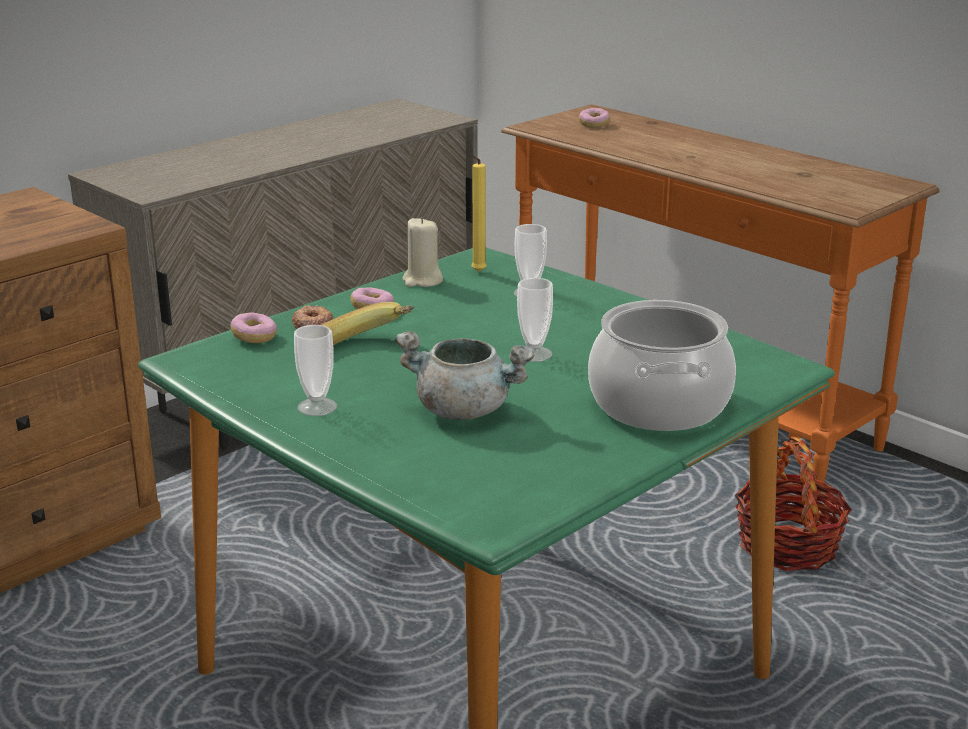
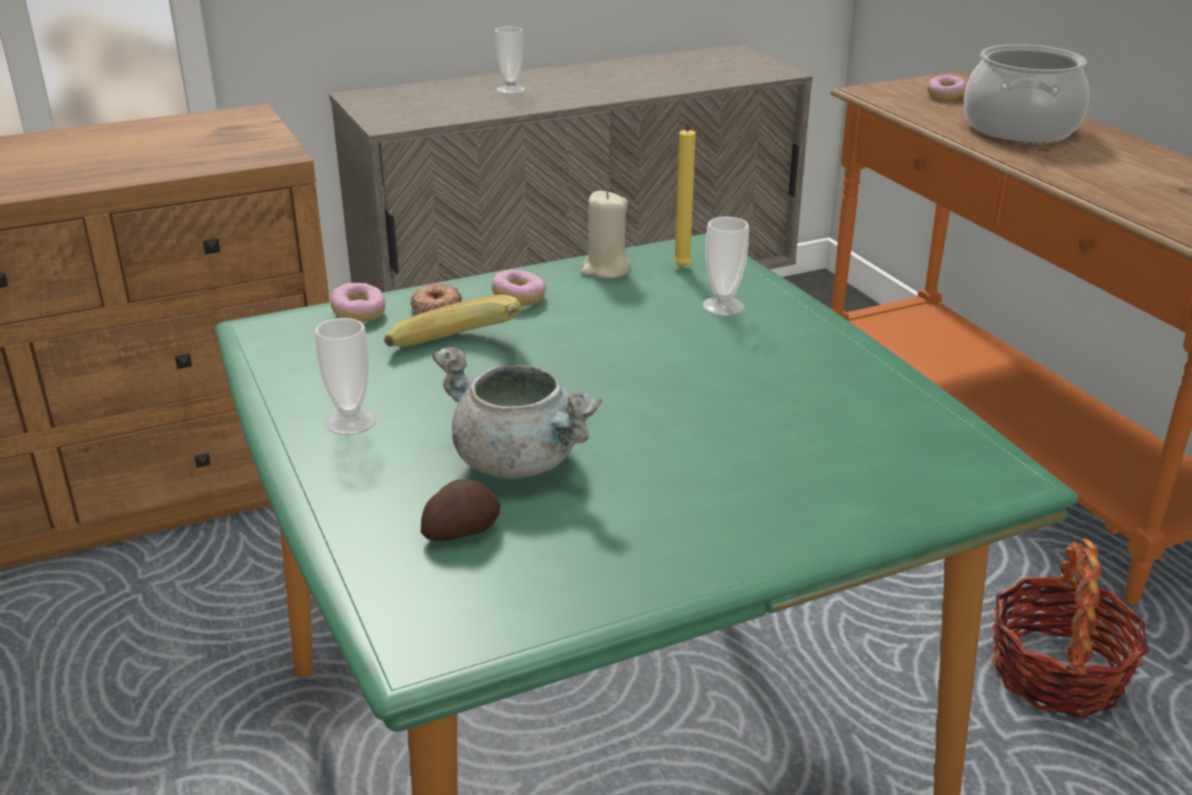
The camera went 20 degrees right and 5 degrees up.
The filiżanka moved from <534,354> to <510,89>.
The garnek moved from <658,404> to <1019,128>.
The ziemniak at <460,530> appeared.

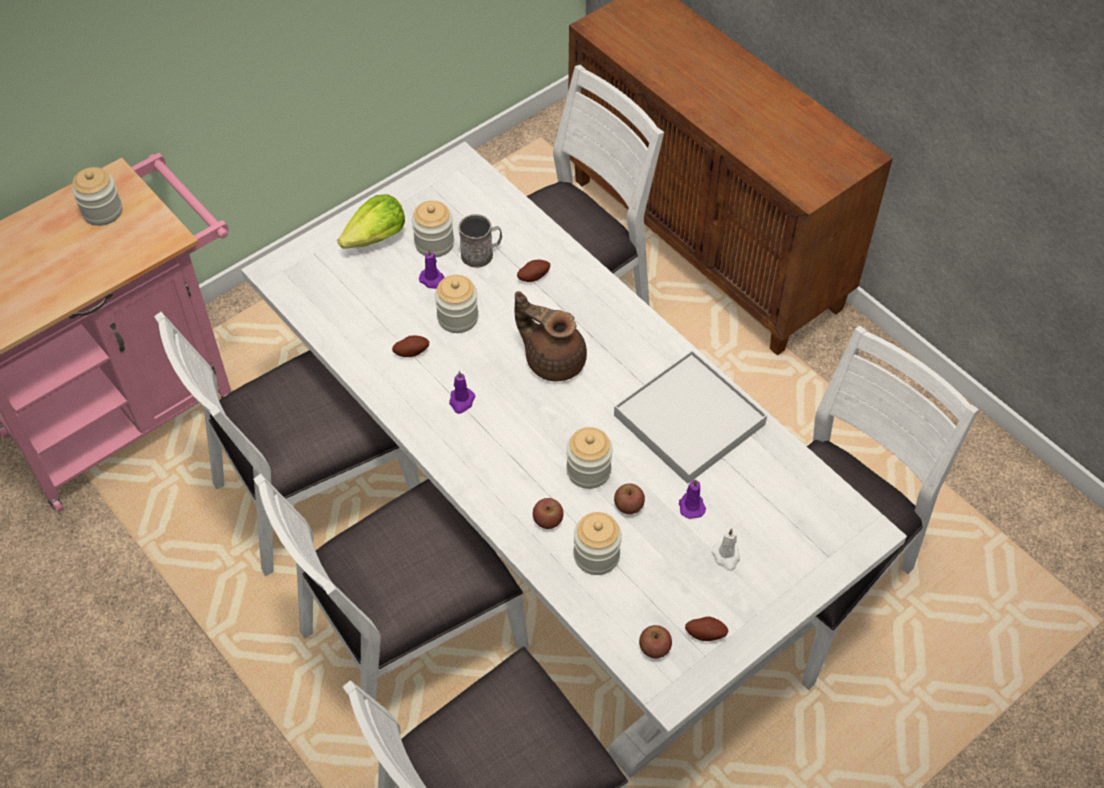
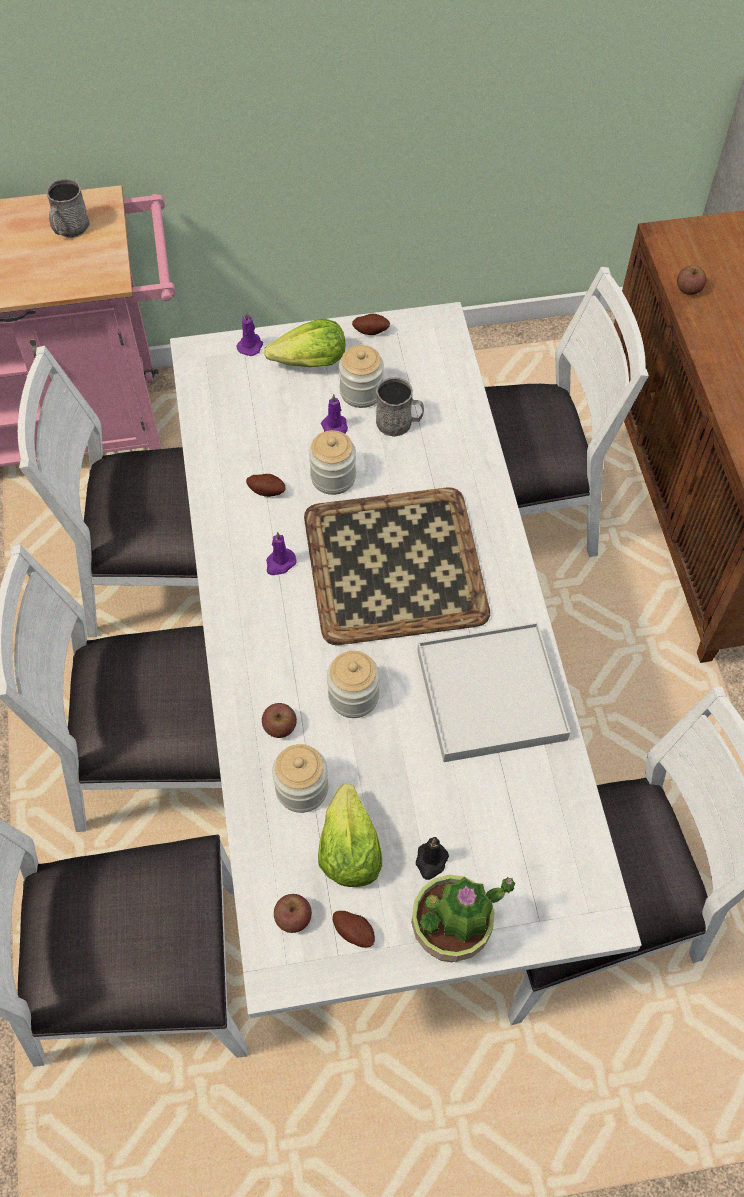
The camera went 30 degrees right and 5 degrees up.
The słoik at <102,211> was replaced by the kubek (szary) at <70,229>.
The imbryk (brązowy) at <553,359> was replaced by the taca at <396,563>.
The ziemniak moved from <533,276> to <371,330>.
The jabłko moved from <628,505> to <688,289>.
The świeca (fioletowy) moved from <691,505> to <250,345>.
The świeca (biały) at <726,556> became the świeca (czarny) at <431,861>.
The sałata at <348,849> appeared.
The roślina doniczkowa at <451,933> appeared.

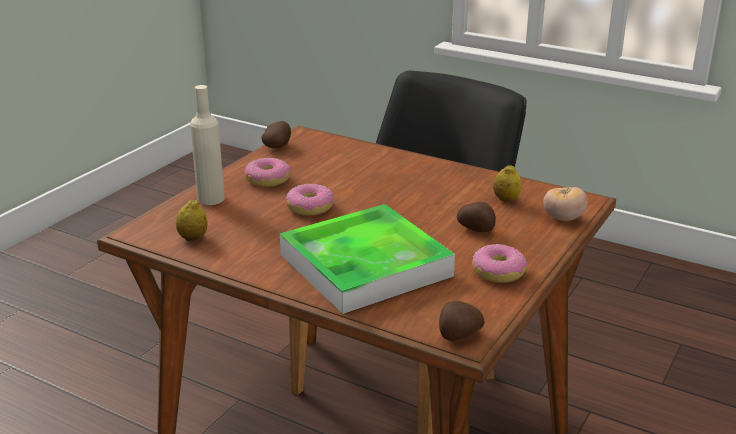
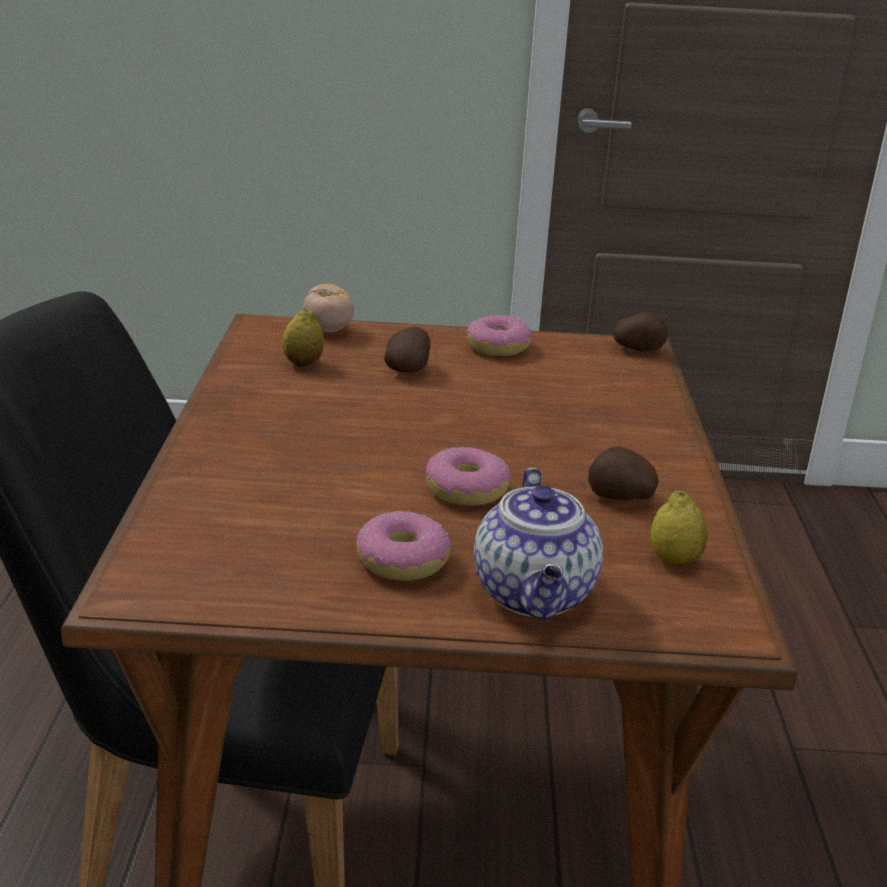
The camera went 120 degrees left and 0 degrees up.
The butelka (beżowy) at <211,199> was replaced by the imbryk at <535,595>.
The ziemniak moved from <278,146> to <620,497>.
The taca at <365,265> disappeared.

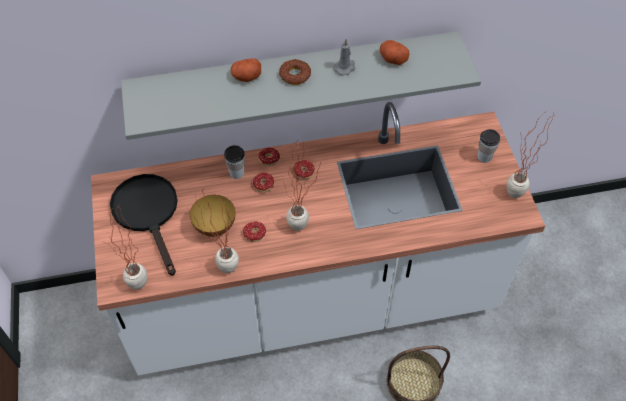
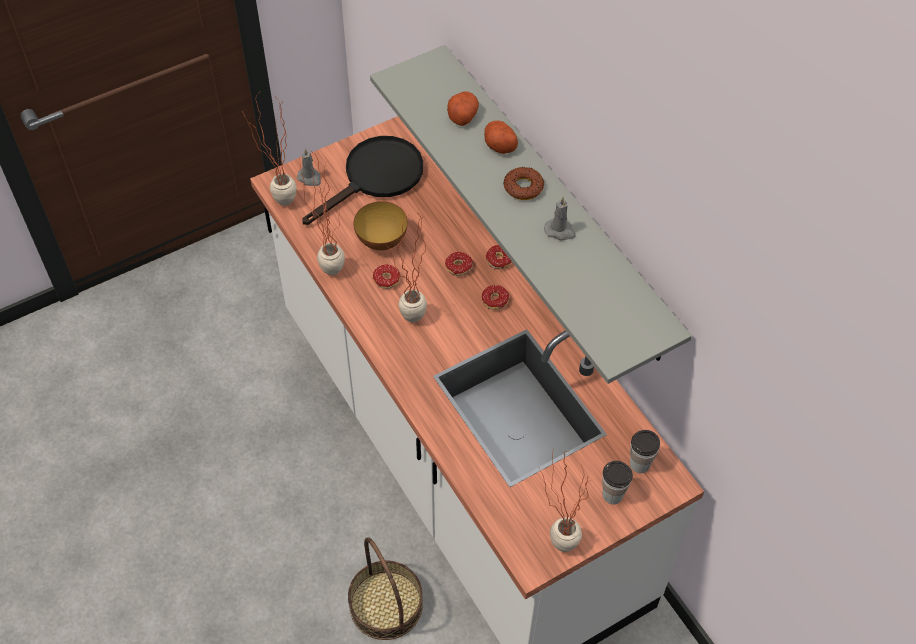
The camera went 70 degrees right and 0 degrees up.
The filiżanka moved from <236,173> to <639,464>.
The ziemniak moved from <392,59> to <462,115>.
The świeca (szary) at <310,178> appeared.

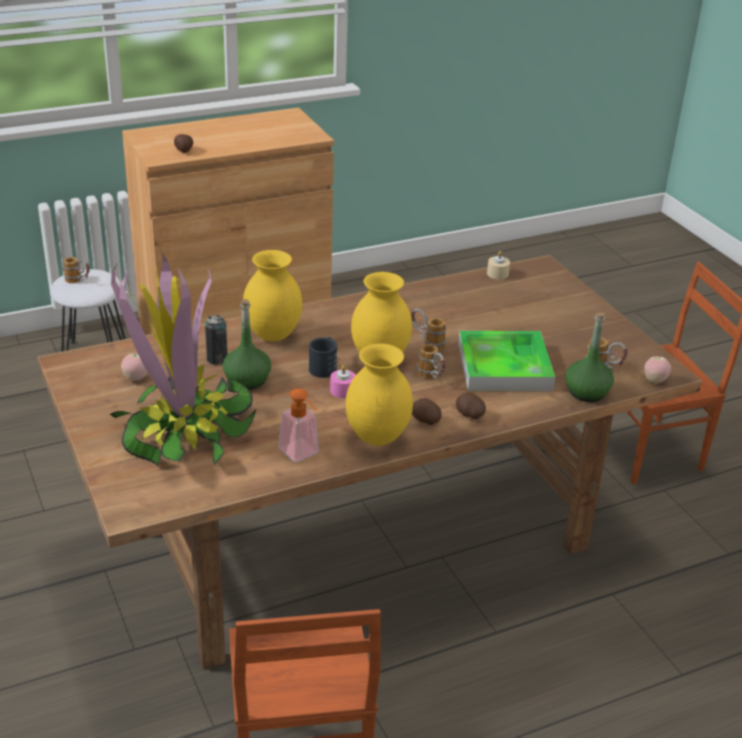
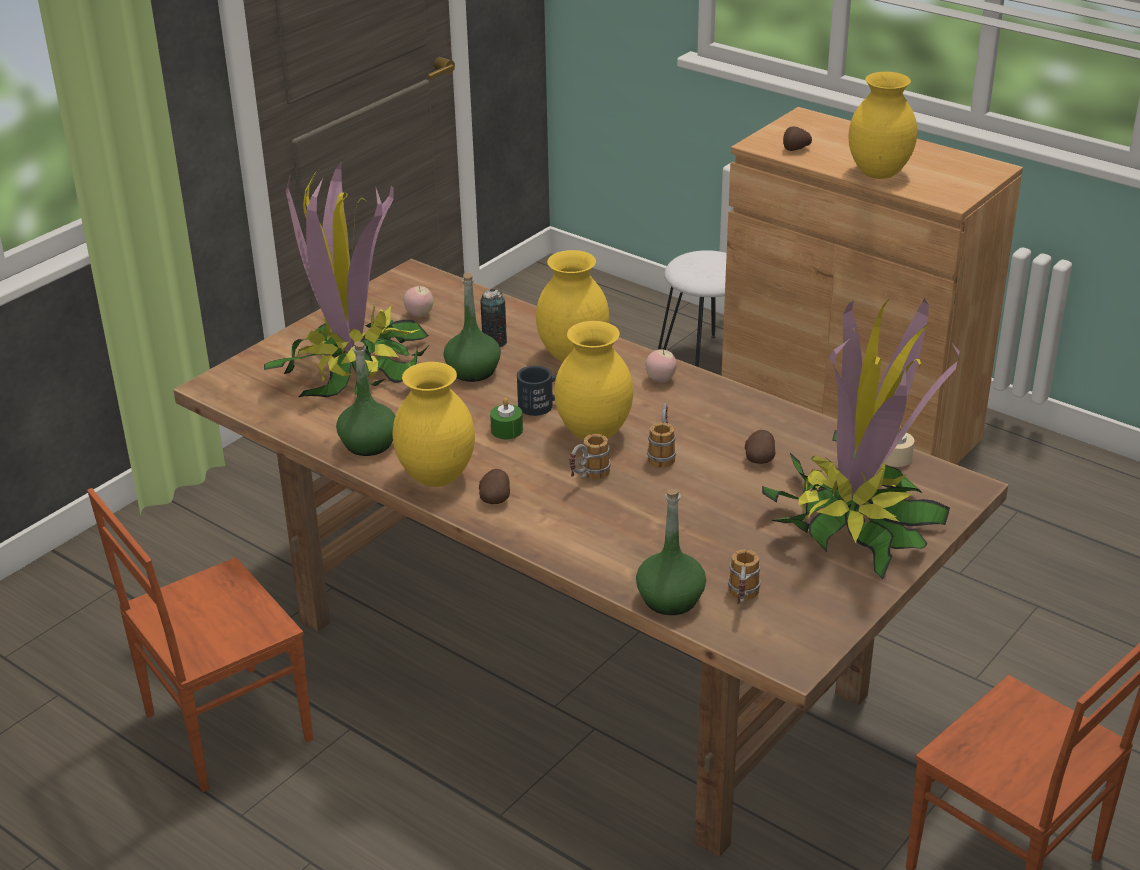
The camera went 65 degrees right and 0 degrees up.
The kubek at <79,281> disappeared.
The dozownik mydła at <302,454> was replaced by the butelka (zielony) at <369,443>.
The świeca (różowy) at <342,390> became the świeca (zielony) at <507,430>.
The ziemniak moved from <469,415> to <759,458>.
The taca at <504,367> disappeared.
The jabłko moved from <655,381> to <660,380>.
The roślina doniczkowa at <853,521> appeared.
The wazon (żółty) at <877,174> appeared.

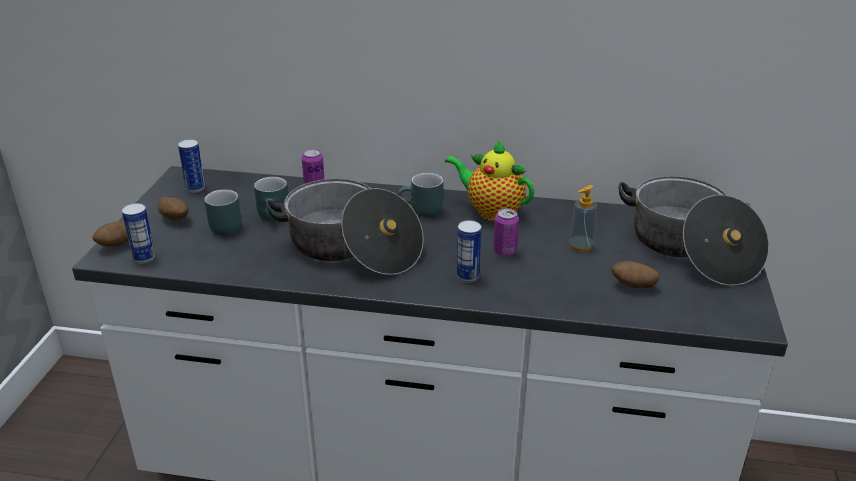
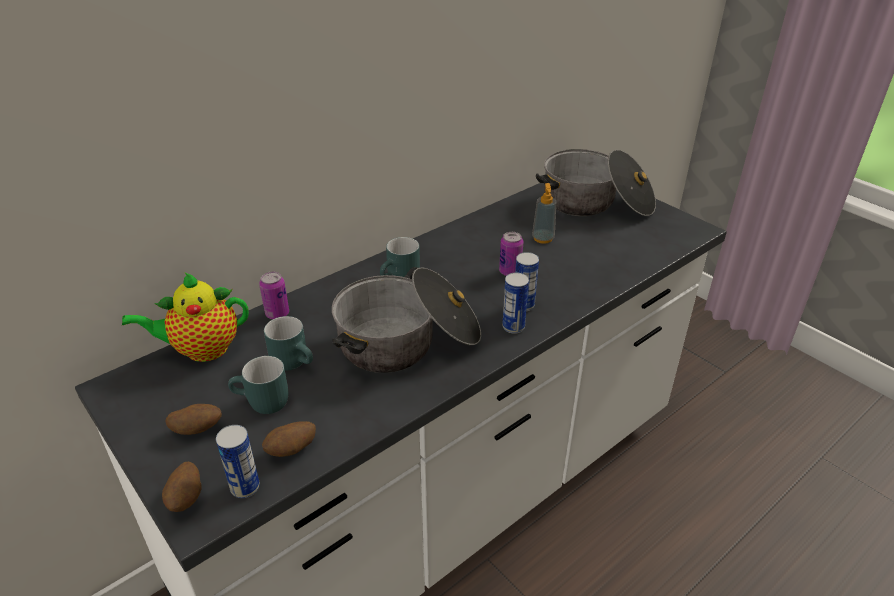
The camera went 50 degrees left and 5 degrees up.
The puszka moved from <195,188> to <513,327>.
The imbryk moved from <491,211> to <202,350>.
The ziemniak moved from <633,286> to <292,450>.

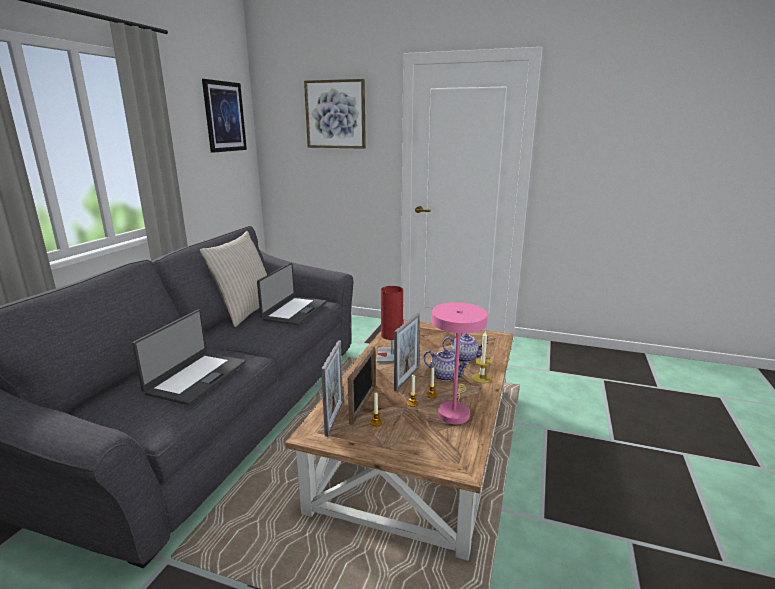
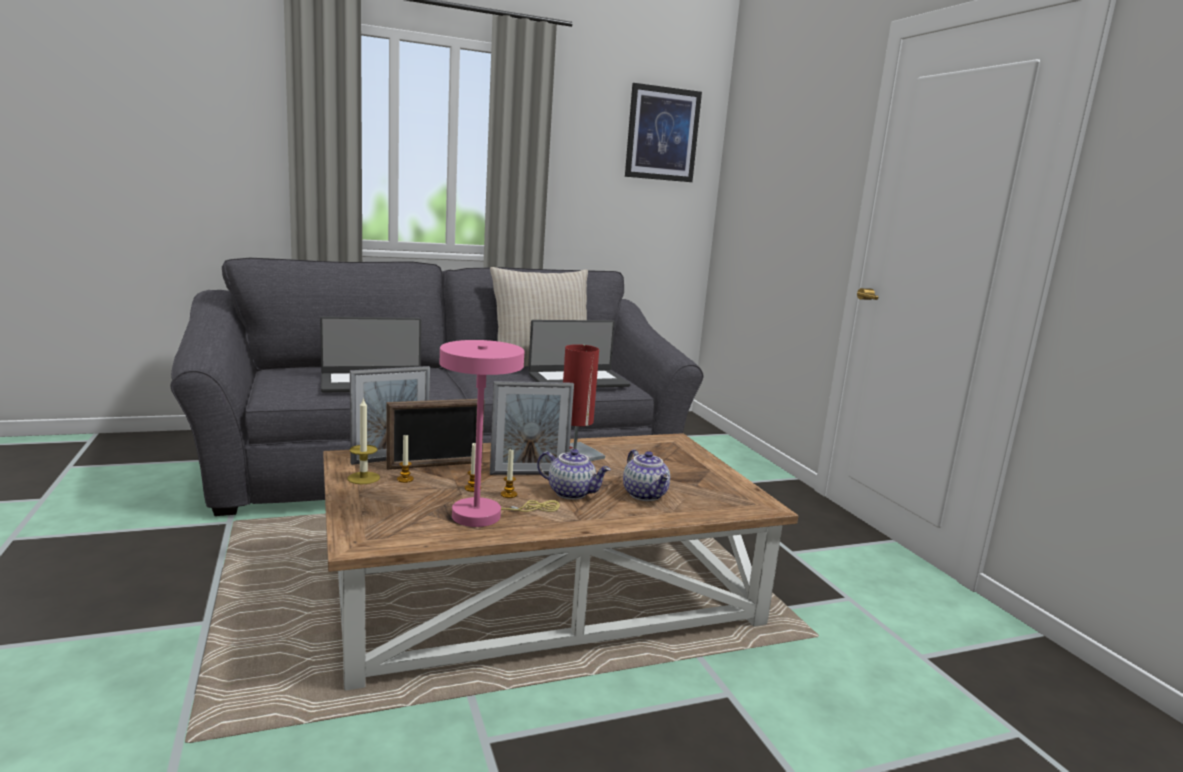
The camera went 50 degrees right and 5 degrees down.
The obraz at <335,114> disappeared.
The imbryk at <445,376> turned 60 degrees counterclockwise.
The świeca moved from <481,378> to <363,478>.

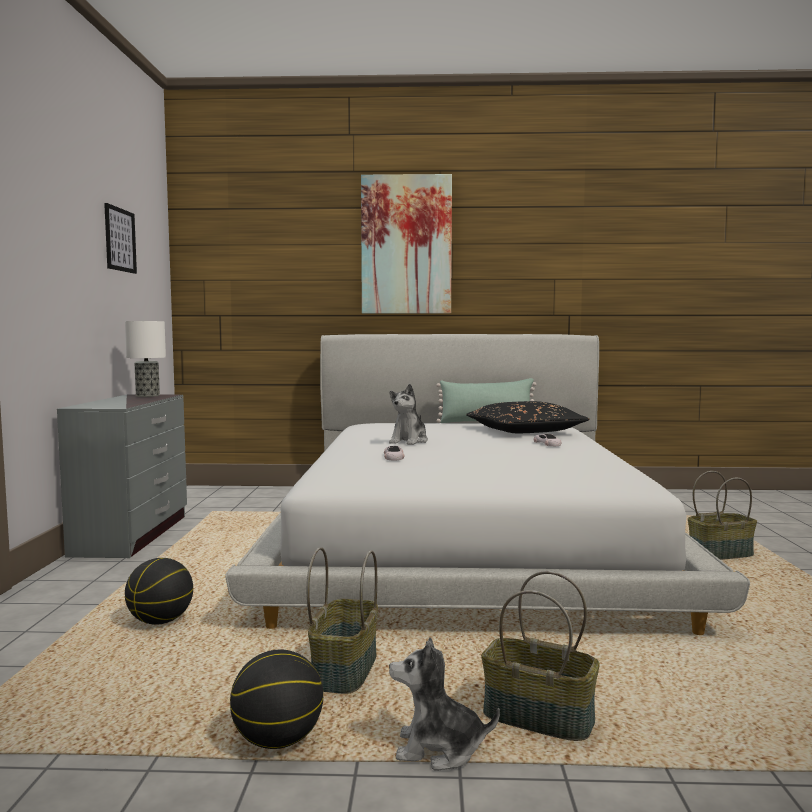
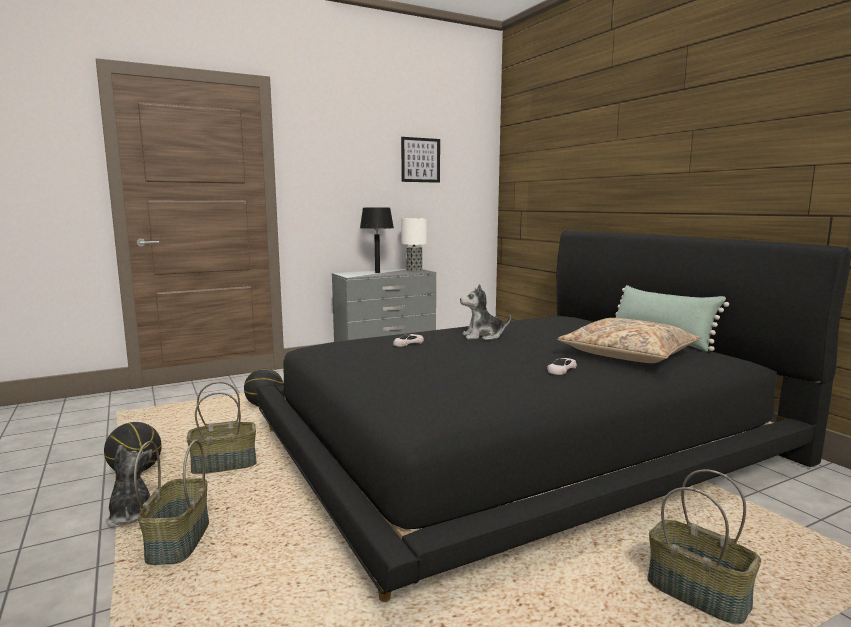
The camera went 60 degrees right and 5 degrees up.
The łóżko (biały) at <466,538> became the łóżko (czarny) at <520,442>.
The obraz at <406,245> disappeared.
The poduszka (czarny) at <524,431> became the poduszka (beżowy) at <628,355>.
The lampa stołowa (czarny) at <377,272> appeared.

